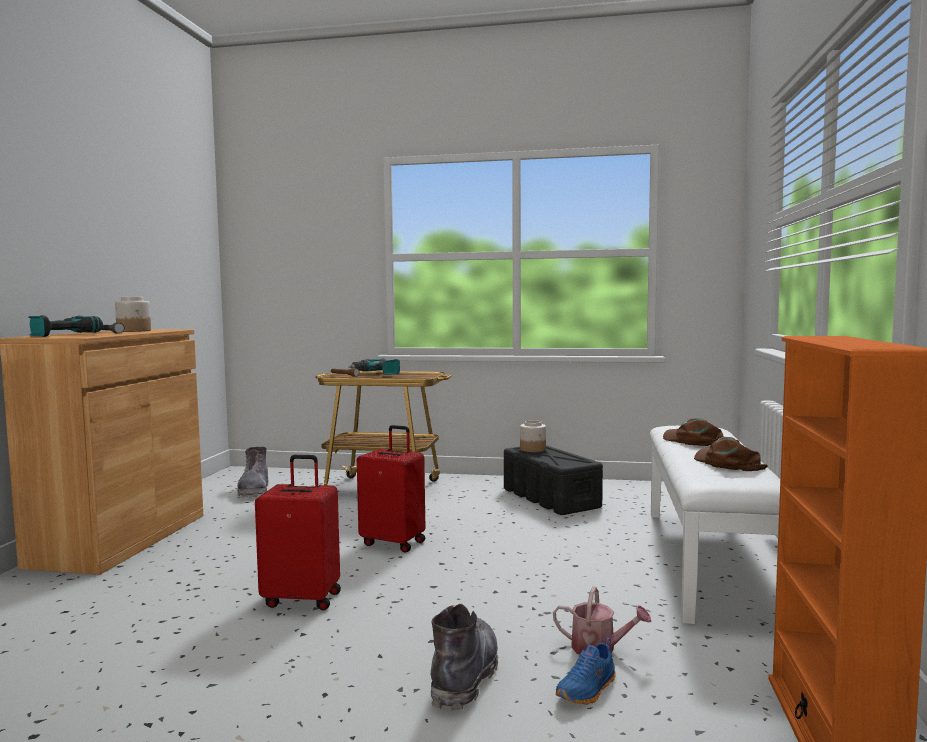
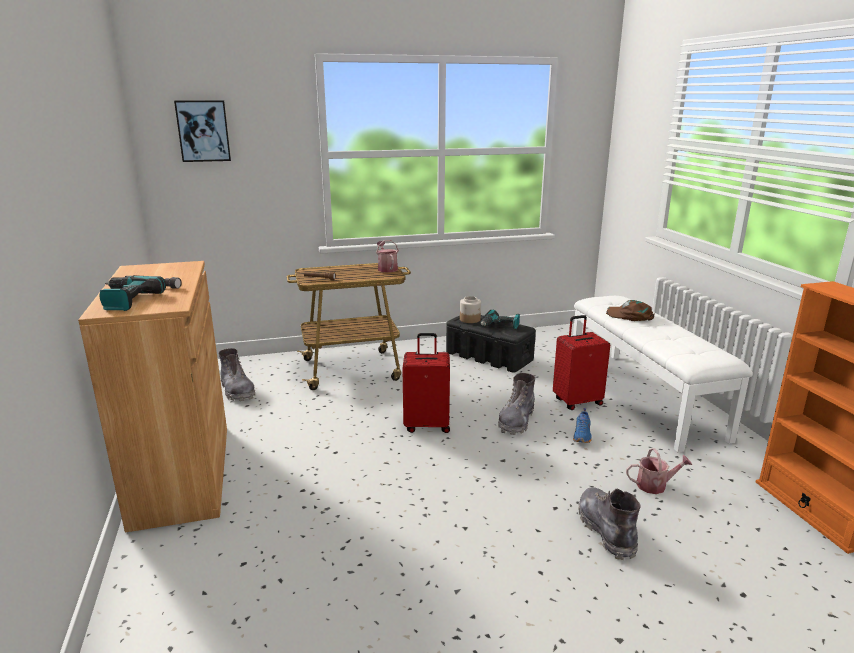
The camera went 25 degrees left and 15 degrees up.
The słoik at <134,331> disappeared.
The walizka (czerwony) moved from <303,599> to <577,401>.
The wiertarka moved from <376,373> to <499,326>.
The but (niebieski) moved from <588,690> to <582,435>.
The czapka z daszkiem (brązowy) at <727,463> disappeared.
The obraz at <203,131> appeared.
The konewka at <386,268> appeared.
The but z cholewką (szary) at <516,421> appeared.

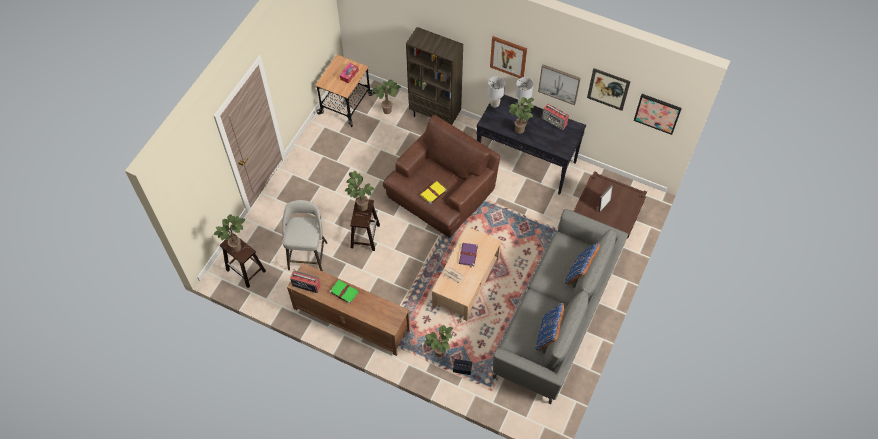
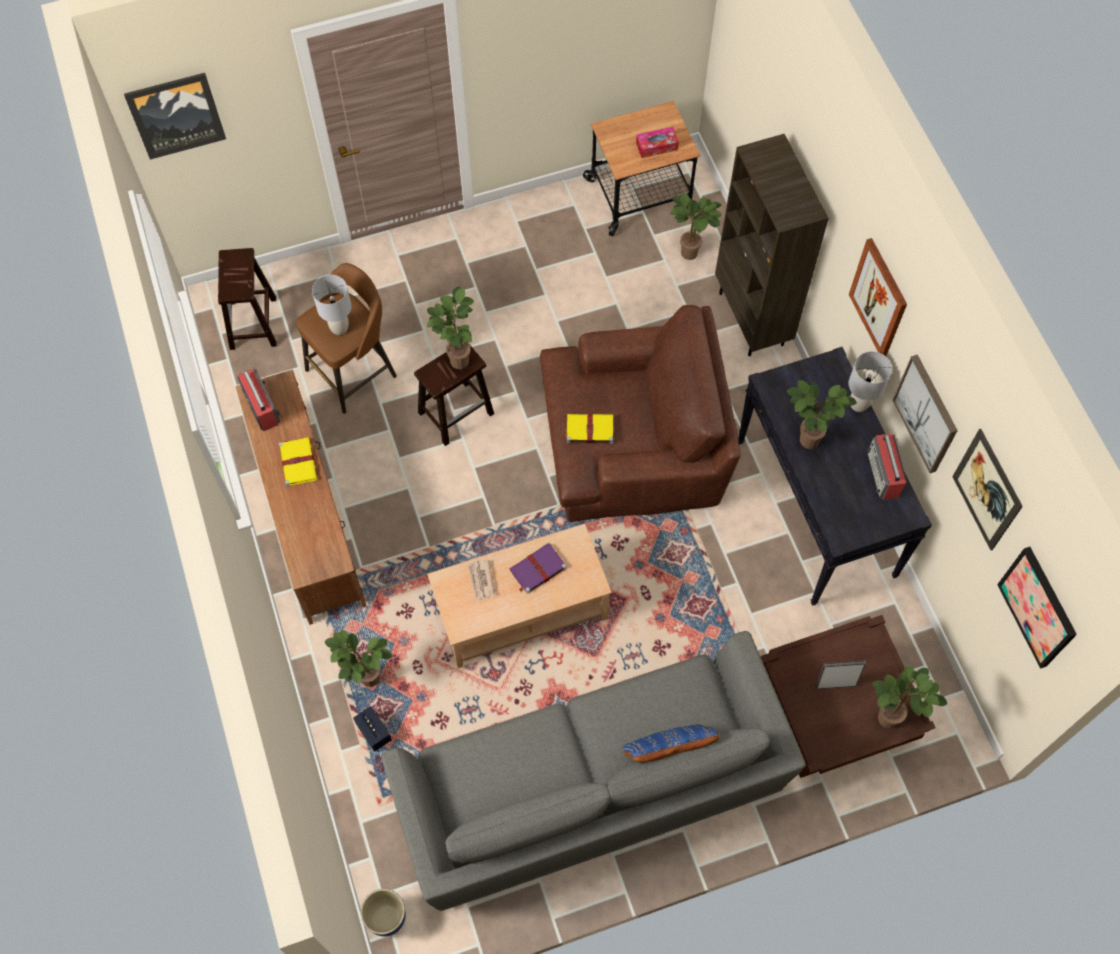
The camera went 45 degrees right and 5 degrees up.
The roślina doniczkowa moved from <237,246> to <891,716>.
The stołek (szary) at <308,254> became the stołek (brązowy) at <353,371>.
The książka (zielony) at <343,292> became the książka (żółty) at <298,462>.
The lampa stołowa (szary) moved from <494,104> to <339,328>.
The poduszka (niebieski) at <548,335> disappeared.
The obraz at <176,115> appeared.
The donica at <386,918> appeared.

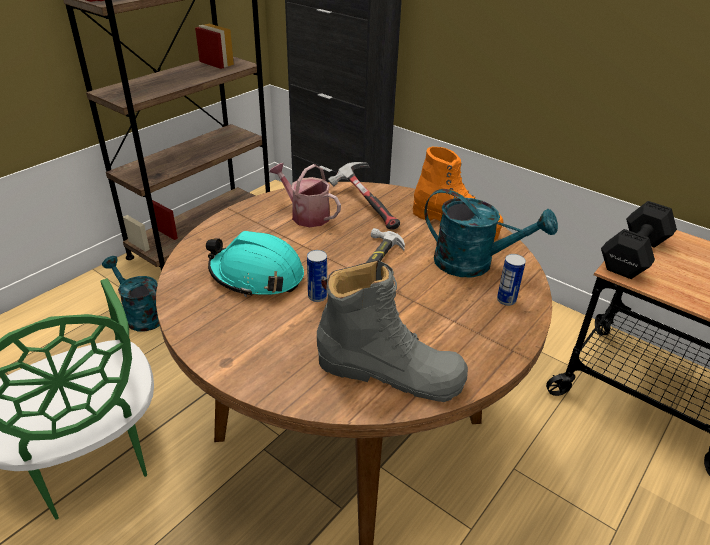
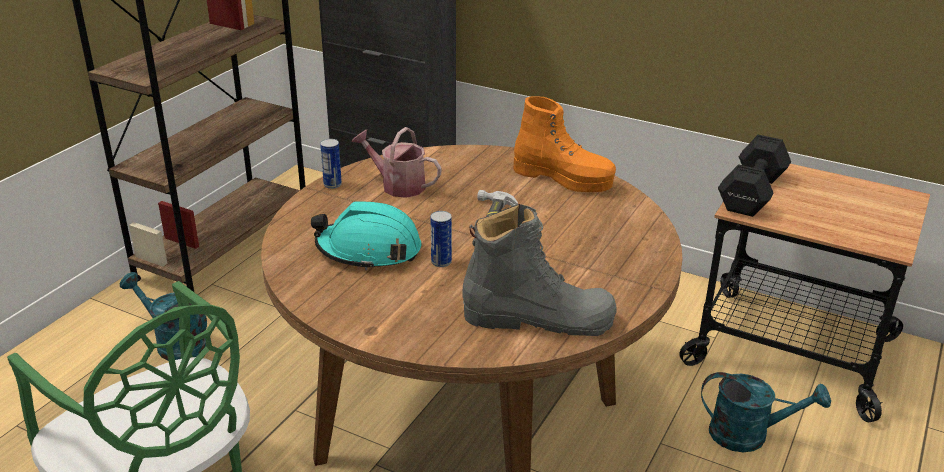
The camera went 10 degrees left and 5 degrees down.
The młotek at <365,205> disappeared.
The konewka (turkusowy) moved from <474,264> to <749,435>.
The puszka moved from <506,300> to <332,185>.

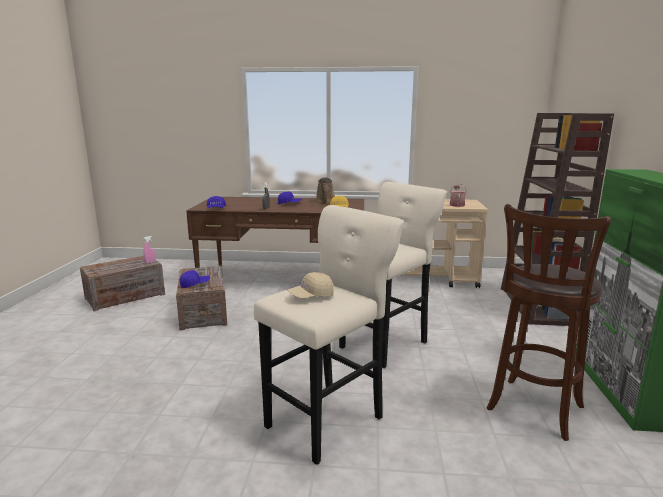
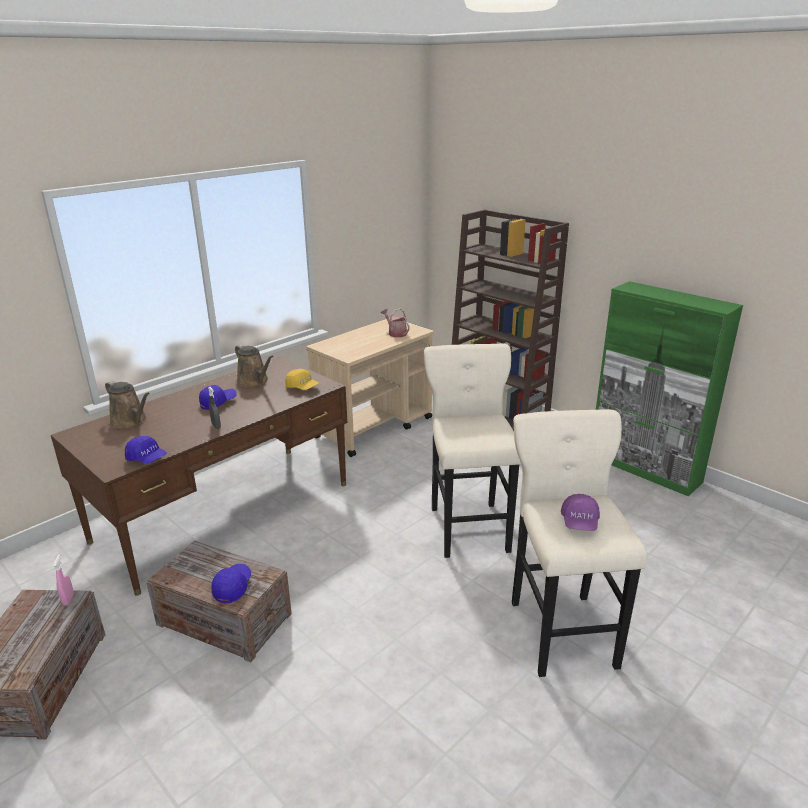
The camera went 50 degrees left and 10 degrees up.
The czapka z daszkiem (beżowy) at <311,296> became the czapka z daszkiem (fioletowy) at <579,522>.
The stołek (brązowy) at <533,410> disappeared.
The konewka (brązowy) at <130,421> appeared.

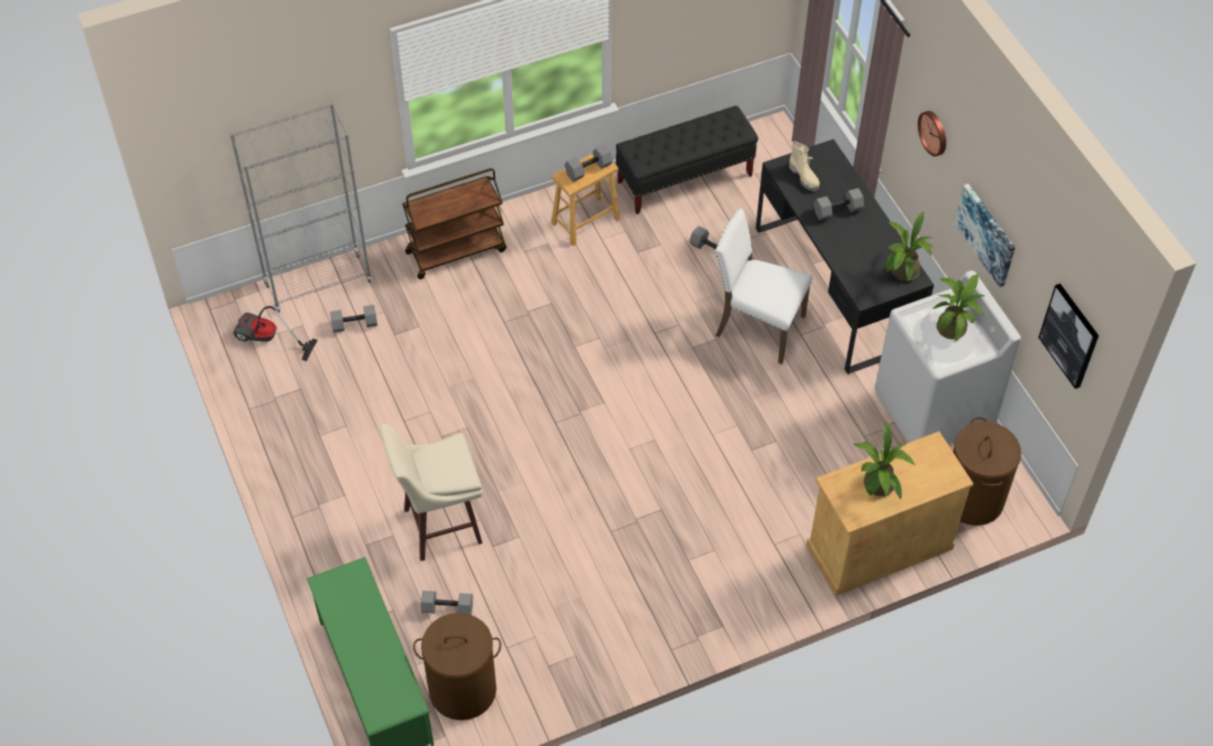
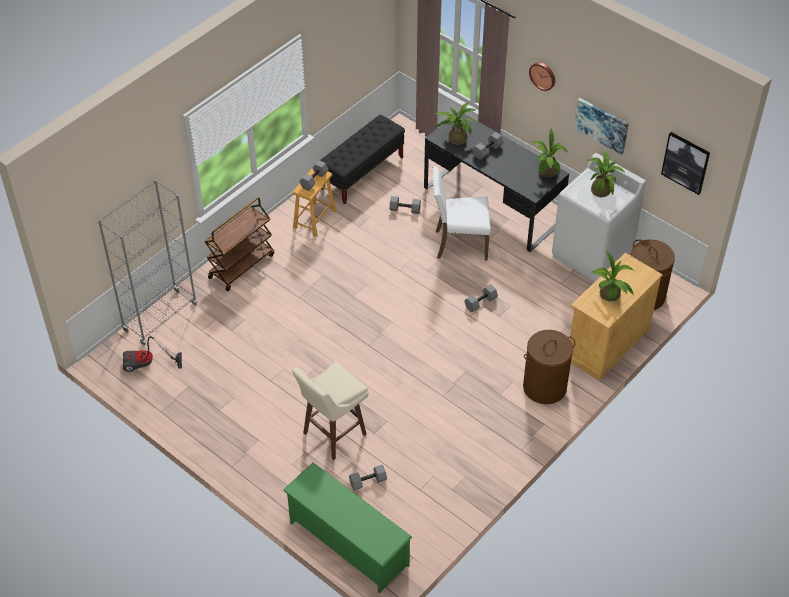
The camera went 25 degrees left and 5 degrees down.
The hantel (szary) moved from <354,325> to <480,303>.
The kosz na pranie (brązowy) moved from <463,689> to <544,387>.
The but z cholewką (beżowy) at <804,177> was replaced by the roślina doniczkowa at <455,138>.

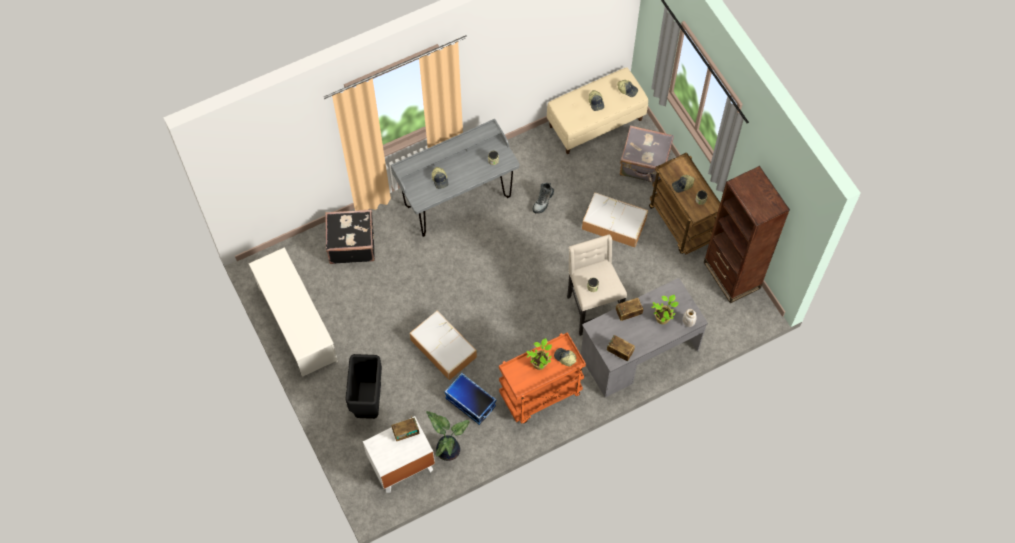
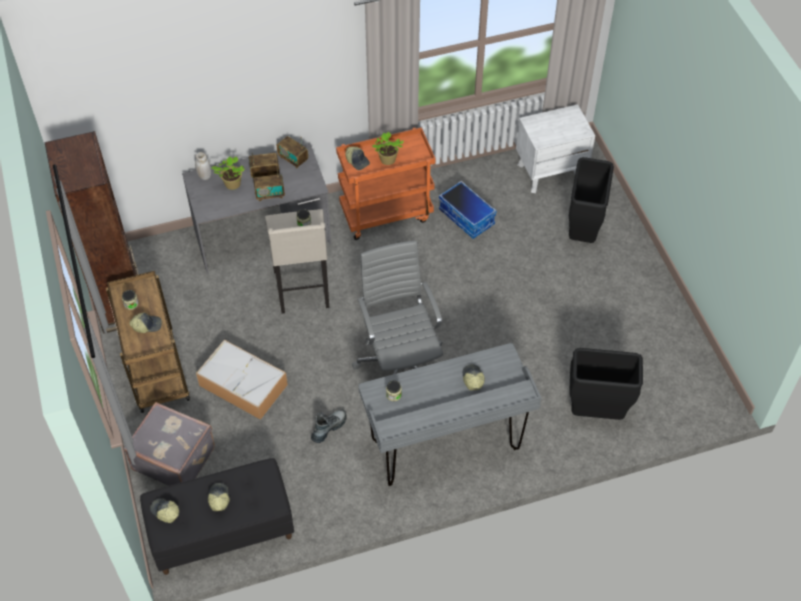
The camera went 170 degrees left and 10 degrees down.
The regał na buty (biały) at <297,324> disappeared.
The walizka (czarny) at <351,243> was replaced by the kosz na śmieci (czarny) at <596,412>.
The radio moved from <406,432> to <265,173>.
The pojemnik do przechowywania at <442,348> disappeared.
The roślina doniczkowa at <448,448> disappeared.
The ławka (beżowy) at <595,122> became the ławka (czarny) at <222,532>.
The krzesło biurowe (szary) at <400,364> appeared.

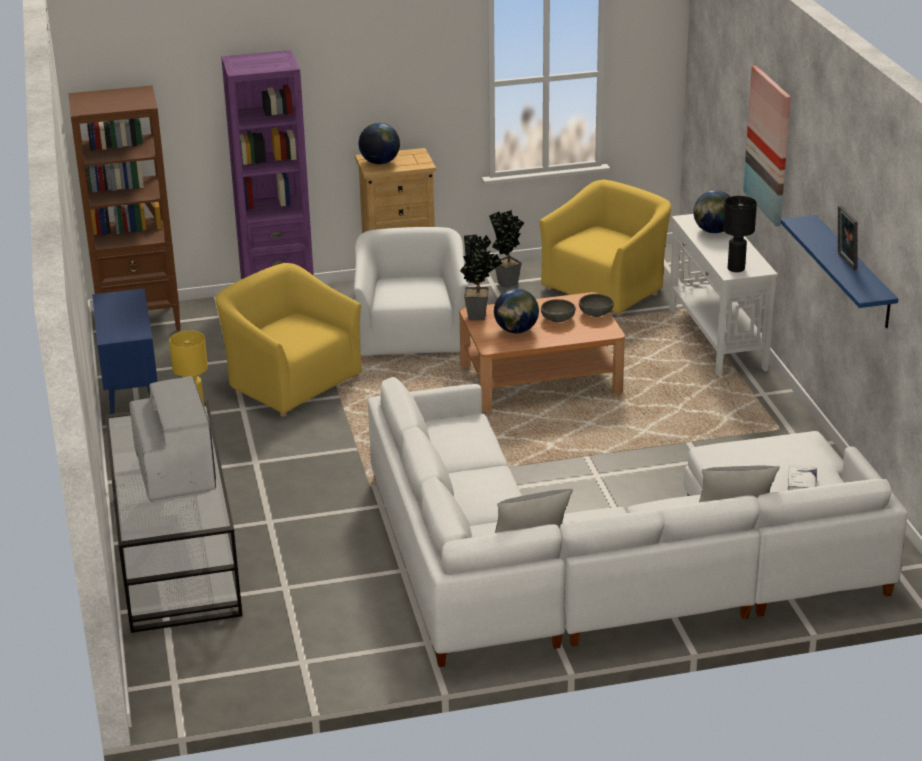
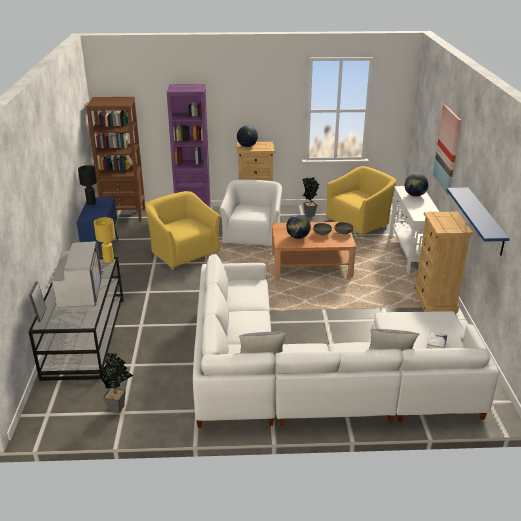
The camera went 10 degrees right and 0 degrees up.
The roślina doniczkowa moved from <479,314> to <119,407>.
The lampa stołowa (czarny) moved from <735,268> to <91,203>.
The ramka na zdjęcie moved from <845,261> to <40,315>.
The komoda (beżowy) at <435,300> appeared.

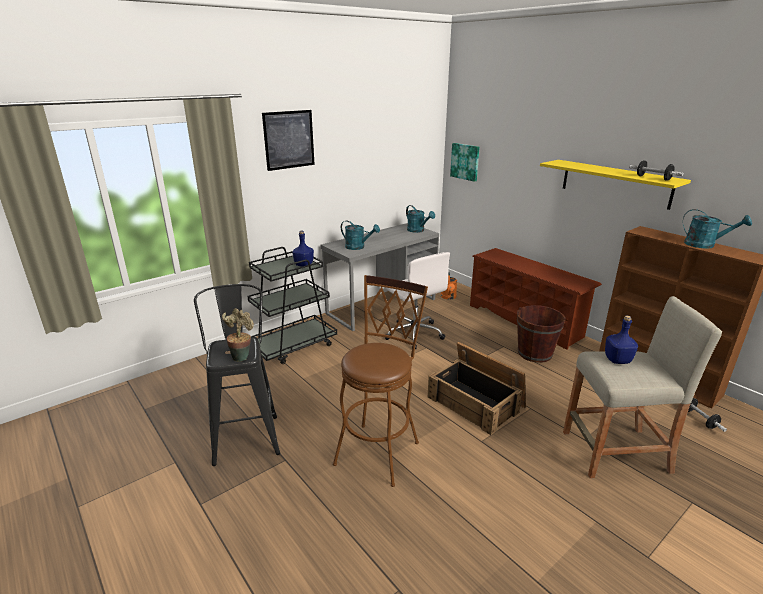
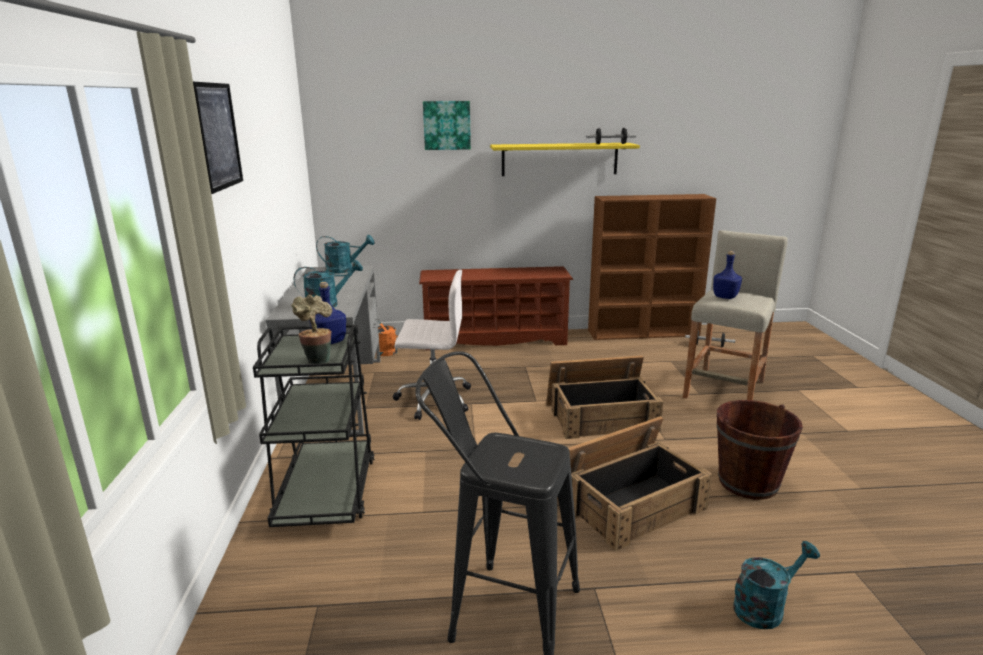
The camera went 55 degrees left and 5 degrees down.
The roślina doniczkowa moved from <242,356> to <317,360>.
The stołek (brązowy) at <380,448> was replaced by the skrzynka at <630,502>.
The obraz moved from <465,161> to <447,125>.
The wiadro (brązowy) moved from <534,353> to <748,482>.
The konewka (turkusowy) moved from <705,245> to <765,607>.

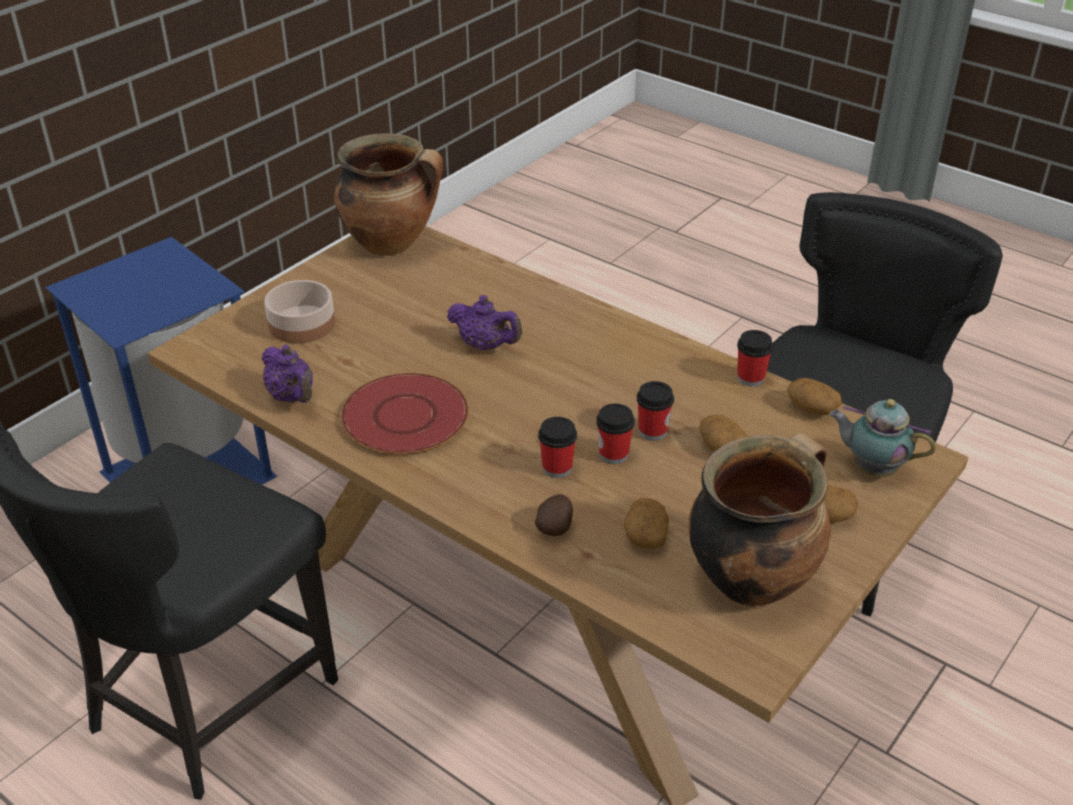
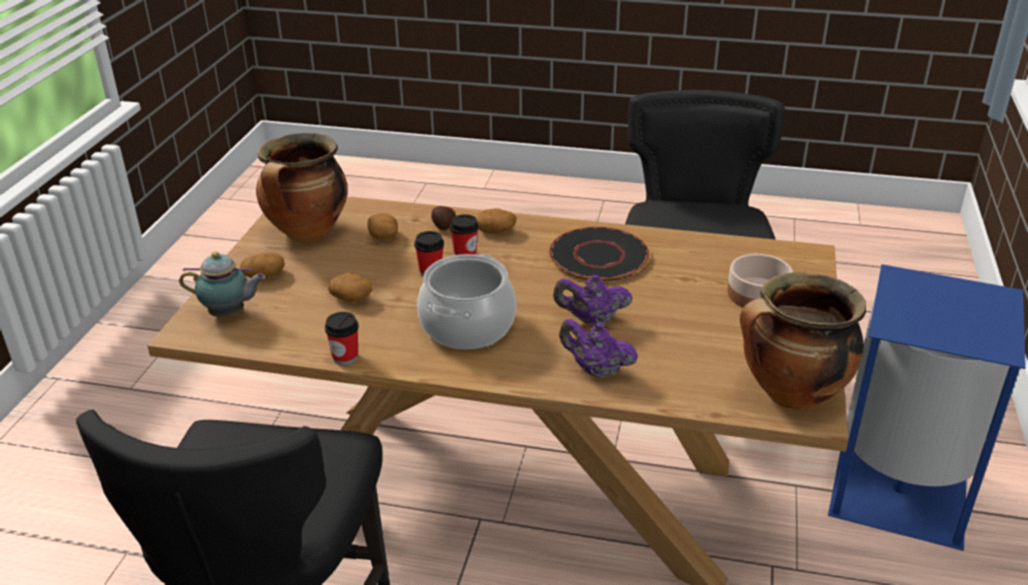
The camera went 155 degrees right and 5 degrees down.
The imbryk (fioletowy) moved from <292,397> to <596,370>.
The talerz (czerwony) at <405,417> became the talerz (czarny) at <598,255>.
The filiżanka at <652,431> disappeared.
The ziemniak moved from <811,408> to <496,230>.
The garnek at <467,326> appeared.

